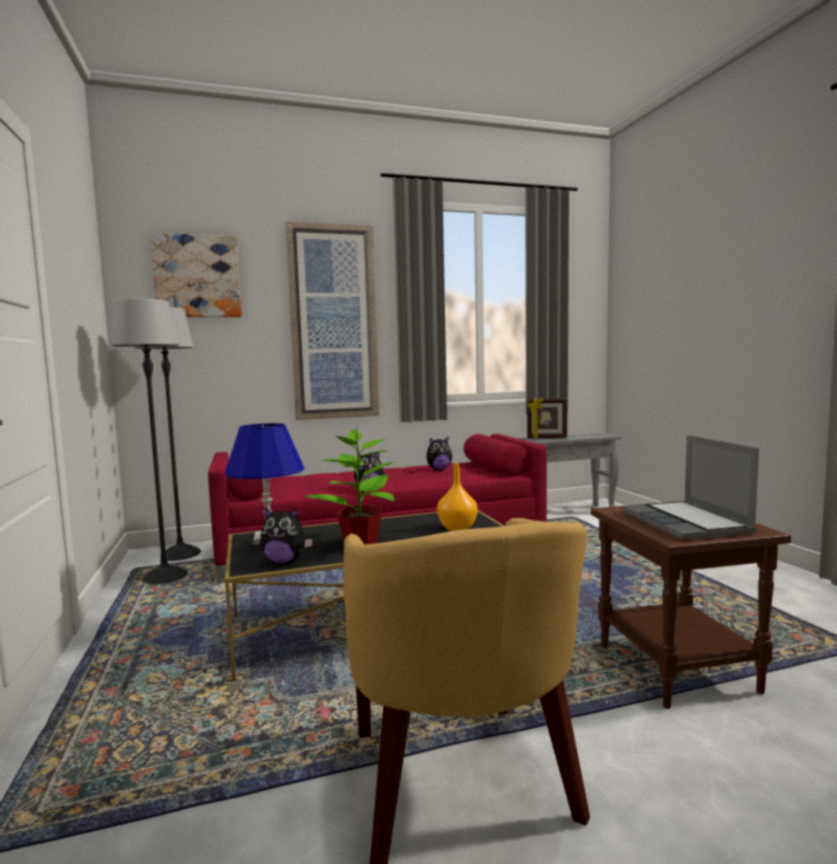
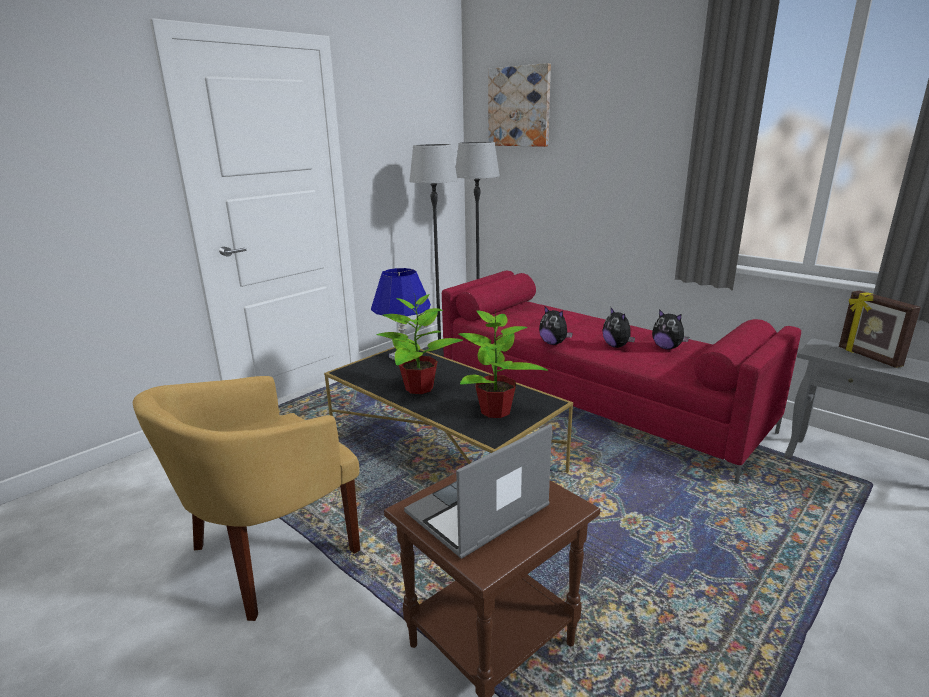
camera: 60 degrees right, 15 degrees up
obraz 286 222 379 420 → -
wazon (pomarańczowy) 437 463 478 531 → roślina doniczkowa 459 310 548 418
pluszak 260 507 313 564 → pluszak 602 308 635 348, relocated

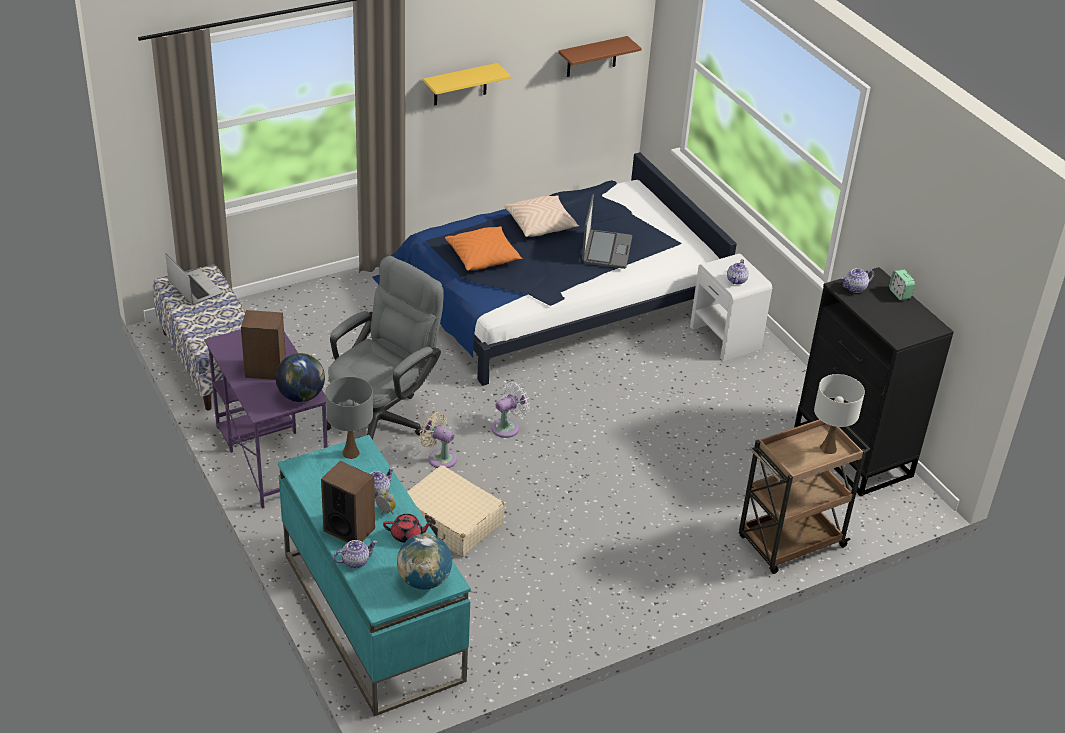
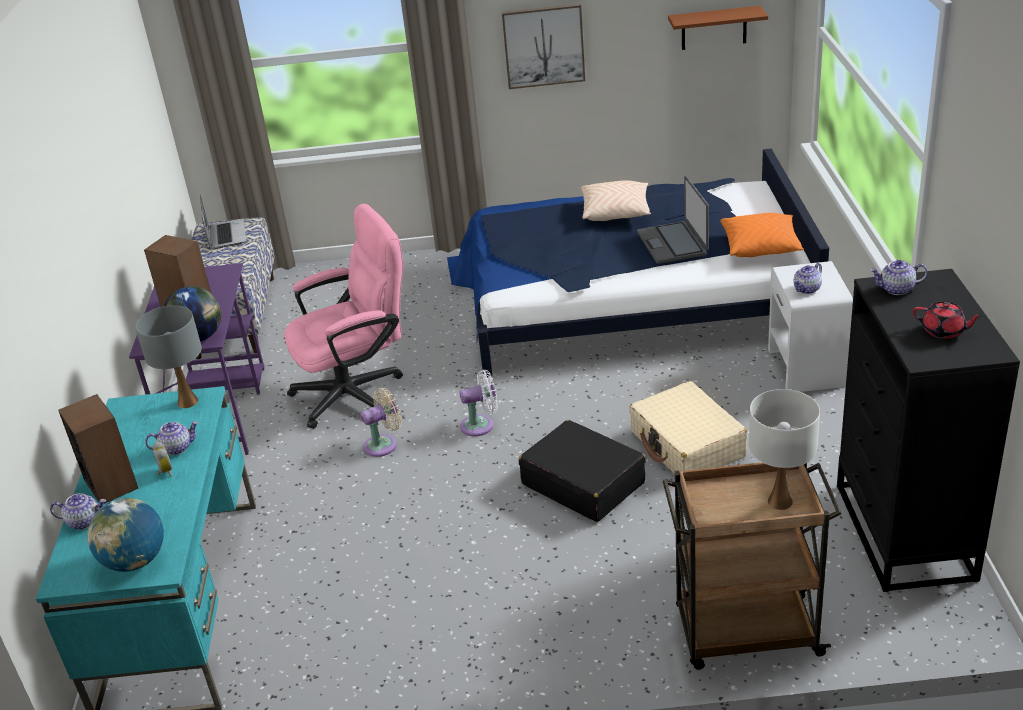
camera: 30 degrees right, 5 degrees down
półka (żółty) 423 63 511 105 → obraz 502 4 585 89
laptop 582 194 632 269 → laptop 637 176 709 264, 135 degrees clockwise
poduszka (pomarańczowy) 445 226 522 271 → poduszka (pomarańczowy) 720 213 804 257, relocated
krzesło biurowe (szary) 326 256 444 440 → krzesło biurowe (różowy) 284 204 403 429
budzik 889 269 915 300 → -
wentylator (beżowy) 419 411 457 468 → wentylator (beżowy) 360 388 402 457, 90 degrees clockwise
walizka (beżowy) 407 465 504 557 → walizka (beżowy) 629 381 748 475, relocated
imbryk (czerwony) 383 514 433 543 → imbryk (czerwony) 913 302 983 339, relocated
- → walizka (czarny) 519 420 646 522

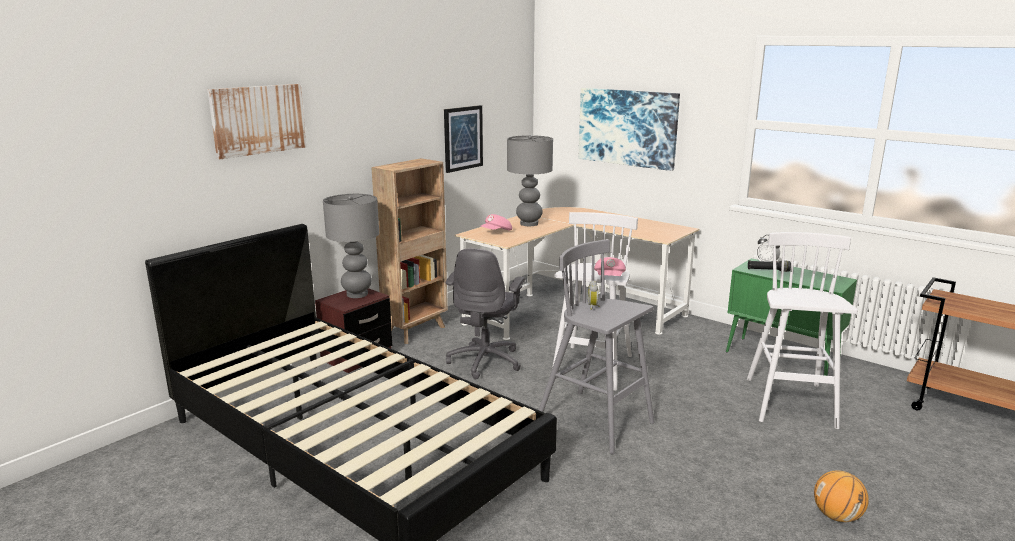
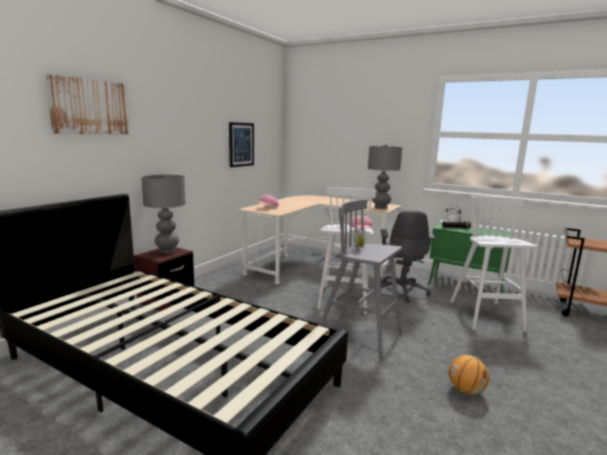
camera: 10 degrees left, 5 degrees down
obraz 579 88 680 171 → -
lampa stołowa (szary) 507 135 553 226 → lampa stołowa (szary) 368 144 402 209, relocated
regał (brązowy) 371 158 448 344 → -
krzesło biurowe (szary) 446 248 525 379 → krzesło biurowe (szary) 381 210 435 303, relocated
piłka do koszykówki 814 470 869 522 → piłka do koszykówki 449 355 489 395, relocated

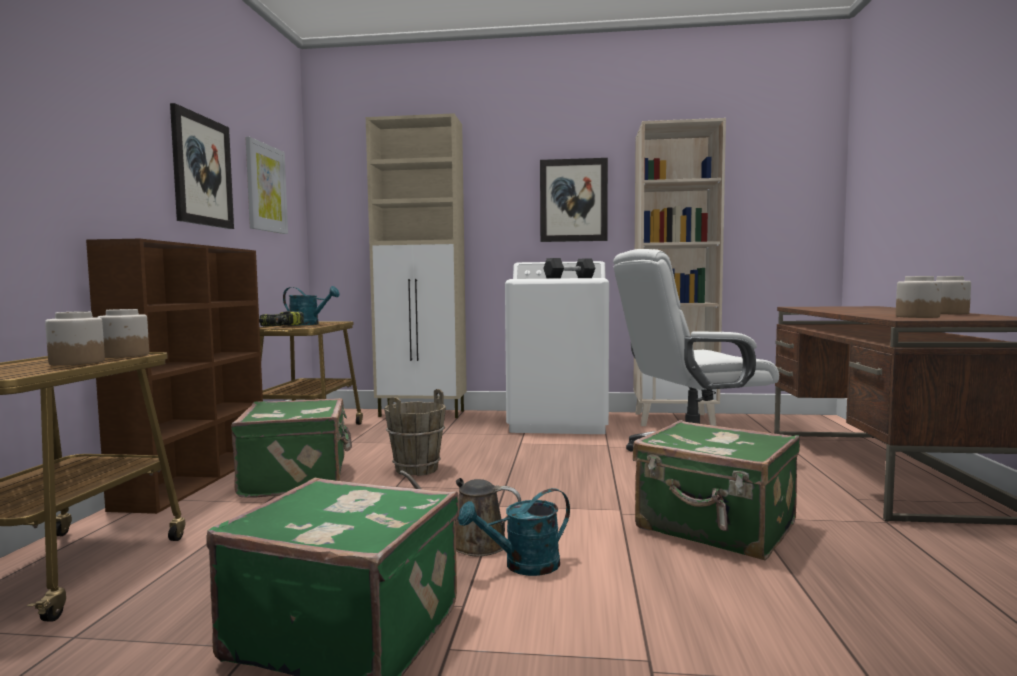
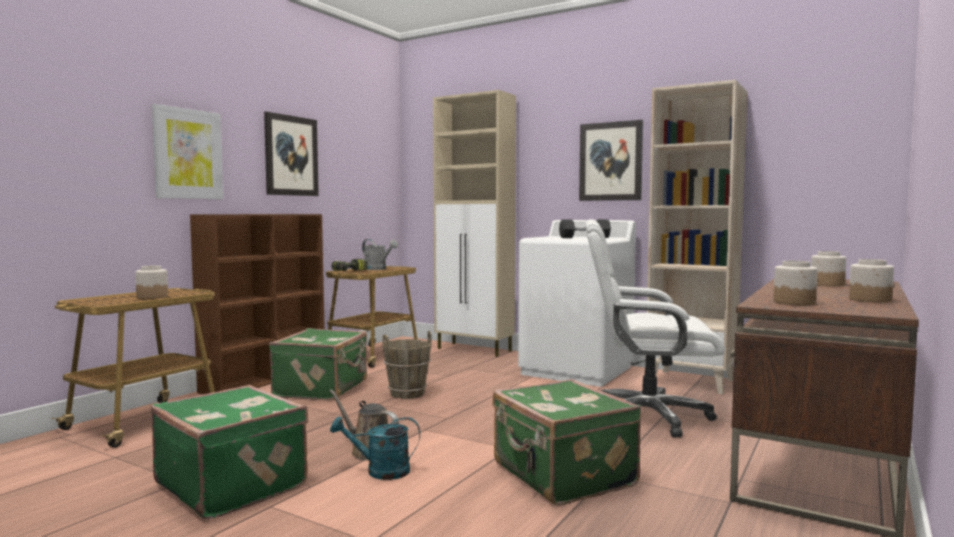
camera: 25 degrees right, 0 degrees up
obraz 246 137 288 234 → obraz 151 104 224 199, relocated
konewka (turkusowy) 283 286 340 325 → konewka (szary) 362 239 398 270
słoik 98 309 149 358 → słoik 811 251 846 287, relocated

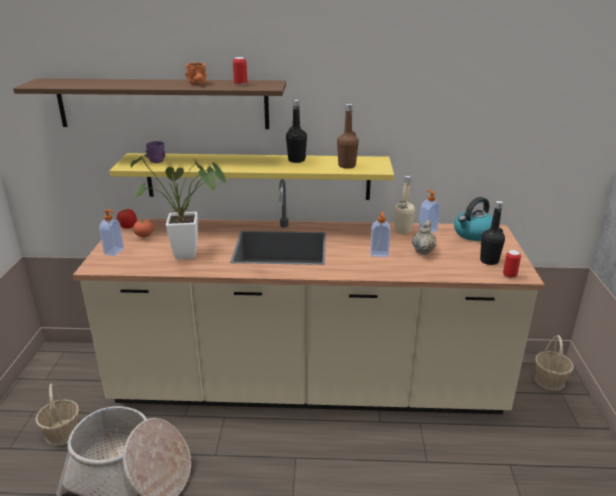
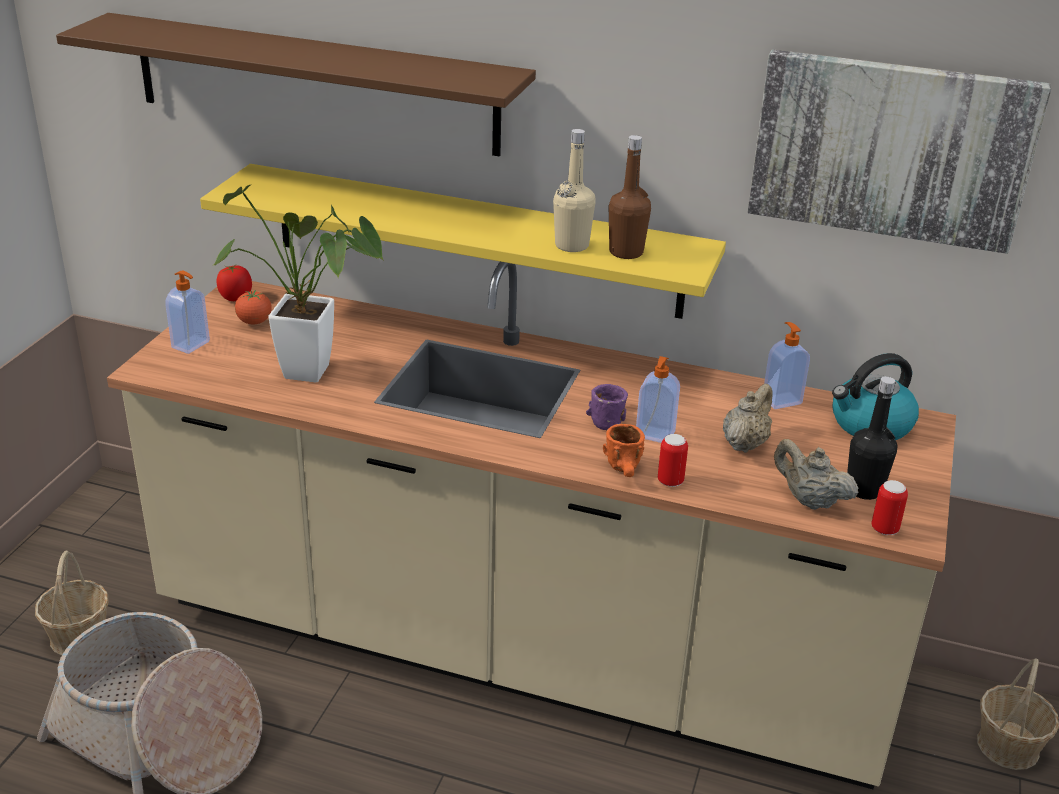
camera: 15 degrees right, 5 degrees up
puszka 233 57 247 85 → puszka 658 434 688 487, relocated
kubek (pomarańczowy) 186 62 207 85 → kubek (pomarańczowy) 603 424 645 477, relocated
butelka (czarny) 286 100 307 163 → -
kubek (fioletowy) 145 141 165 163 → kubek (fioletowy) 586 384 628 430, relocated
butelka (beżowy) 395 176 415 234 → butelka (beżowy) 553 129 596 252, relocated
- → obraz 748 49 1051 254
- → imbryk (beżowy) 774 439 859 510

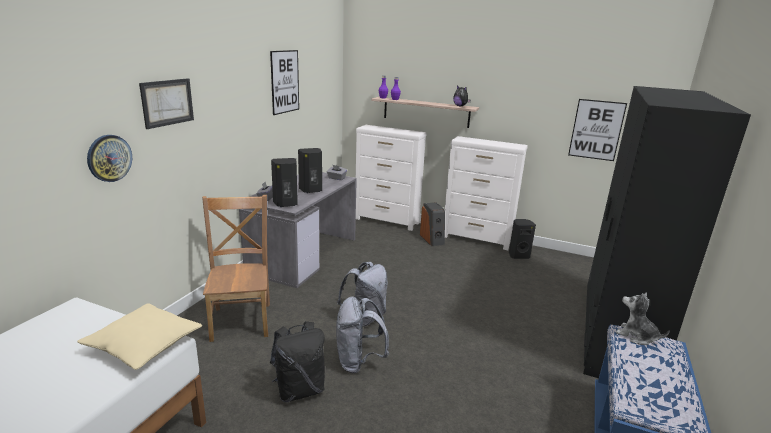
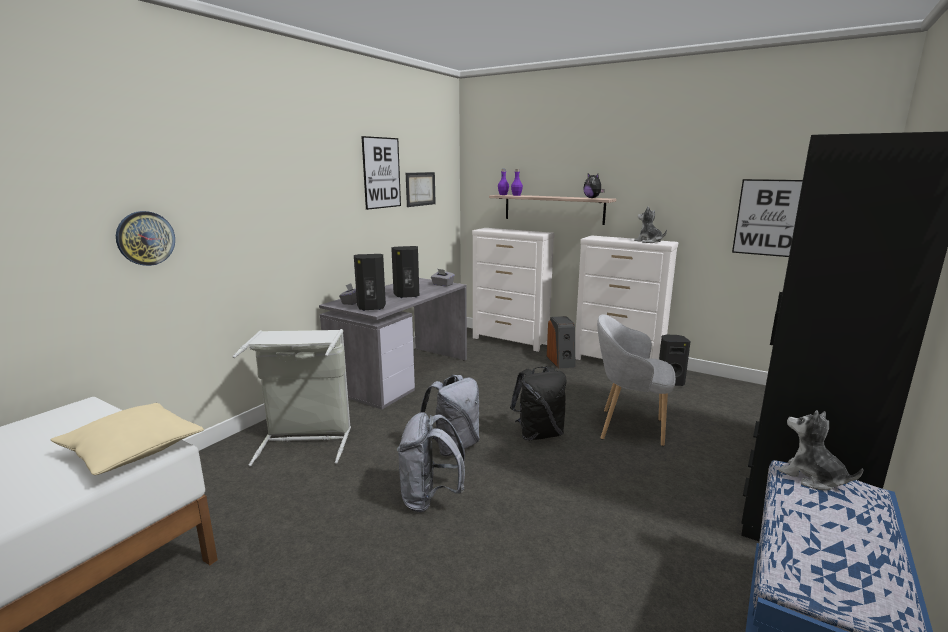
camera: 10 degrees right, 5 degrees down
obraz 139 78 194 129 → obraz 406 172 436 207, relocated
krzesło (brązowy) 202 195 270 342 → kosz na pranie (szary) 233 329 351 466
plecak (czarny) 270 321 325 402 → plecak (czarny) 510 366 567 440, relocated
- → pluszak 634 206 667 243
- → fotel (szary) 597 314 676 446

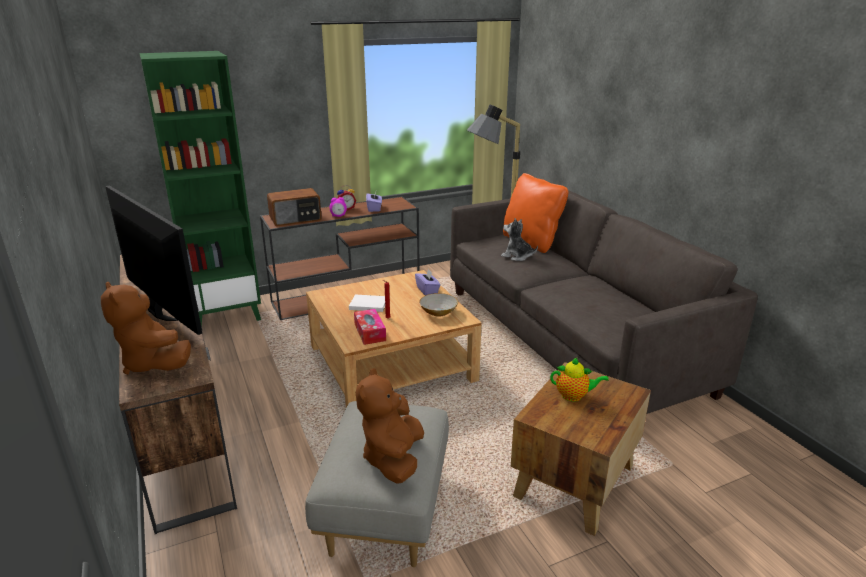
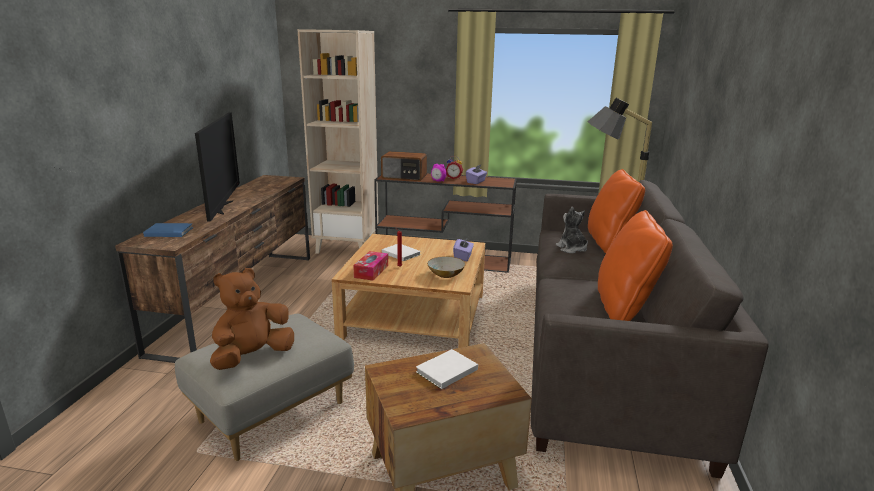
camera: 35 degrees right, 5 degrees down
regał (zielony) 139 51 261 326 → regał (beżowy) 297 29 379 254
pluszak (brązowy) 101 281 191 374 → książka (niebieski) 143 223 193 237
imbryk 550 358 609 401 → książka (biały) 416 349 478 389
- → poduszka (pomarańczowy) 598 210 673 321

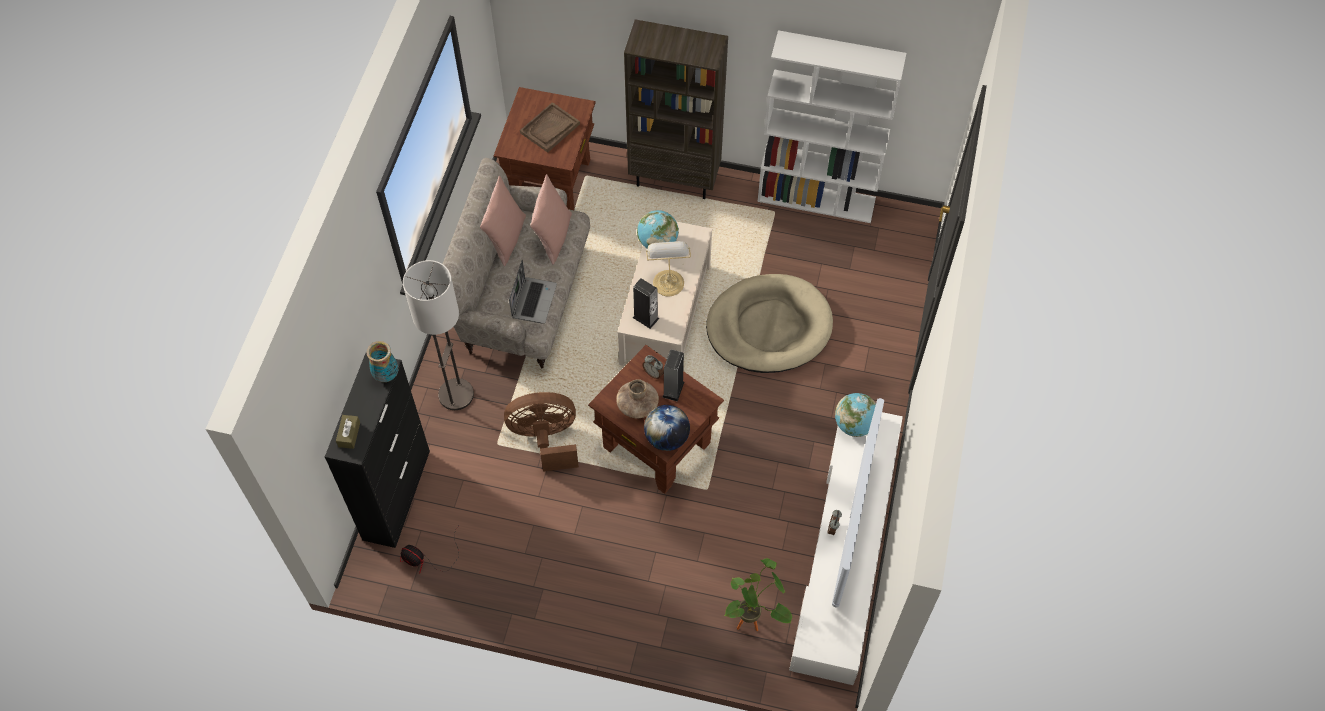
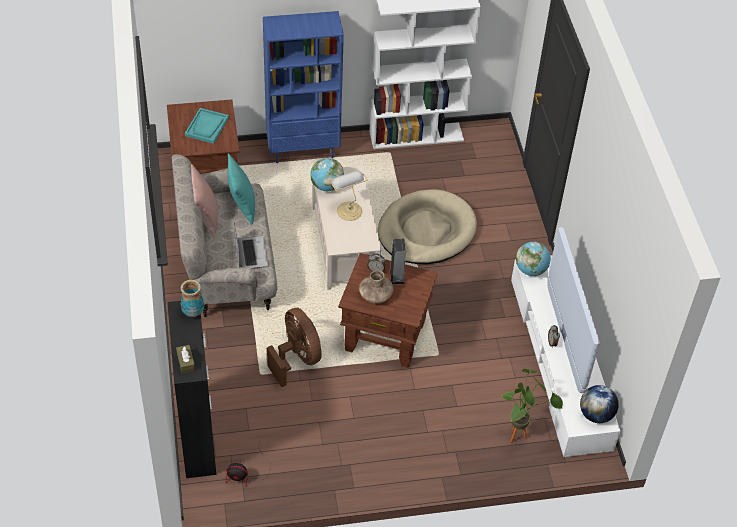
camera: 25 degrees left, 10 degrees down
regał (brązowy) 624 19 728 199 → regał (niebieski) 263 11 344 163
taca (brązowy) 520 102 580 153 → taca (turkusowy) 185 108 229 144
poduszka (różowy) 530 174 572 264 → poduszka (turkusowy) 228 153 255 224
lampa stojąca 403 260 474 410 → -
głośnik 633 278 659 329 → -
wentylator (brązowy) 504 392 579 472 → wentylator (brązowy) 267 308 322 387, 90 degrees clockwise
globus 644 405 690 451 → globus 580 385 619 423, relocated

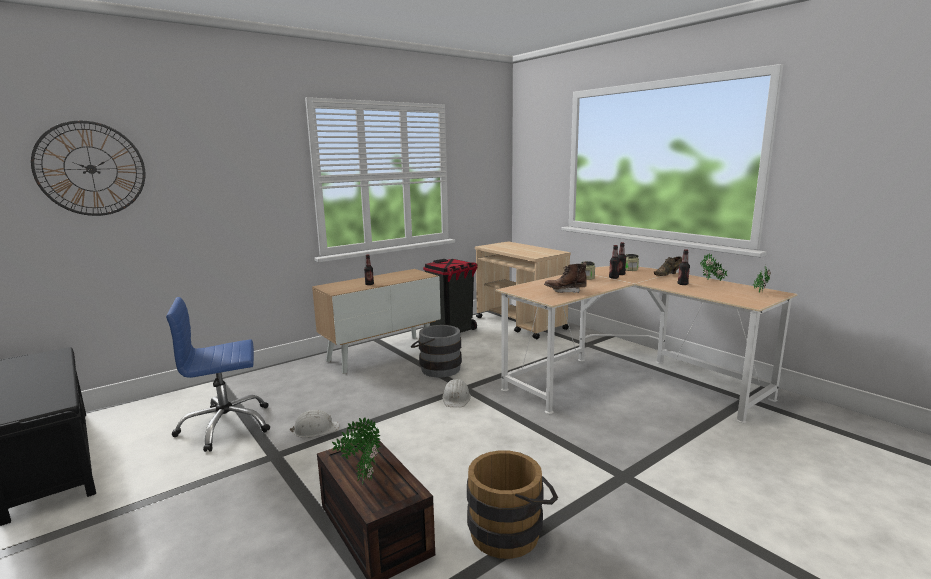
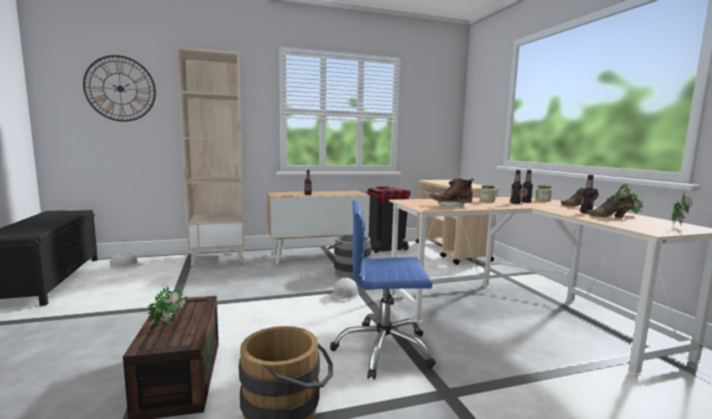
camera: 20 degrees right, 5 degrees down
krzesło biurowe (niebieski) 166 297 270 452 → krzesło biurowe (niebieski) 330 201 436 380, relocated
kask (biały) 289 410 340 438 → kask (biały) 110 252 143 268, relocated
roślina doniczkowa 332 418 381 459 → -
- → regał (beżowy) 177 47 245 266
- → but (brązowy) 587 195 634 218

